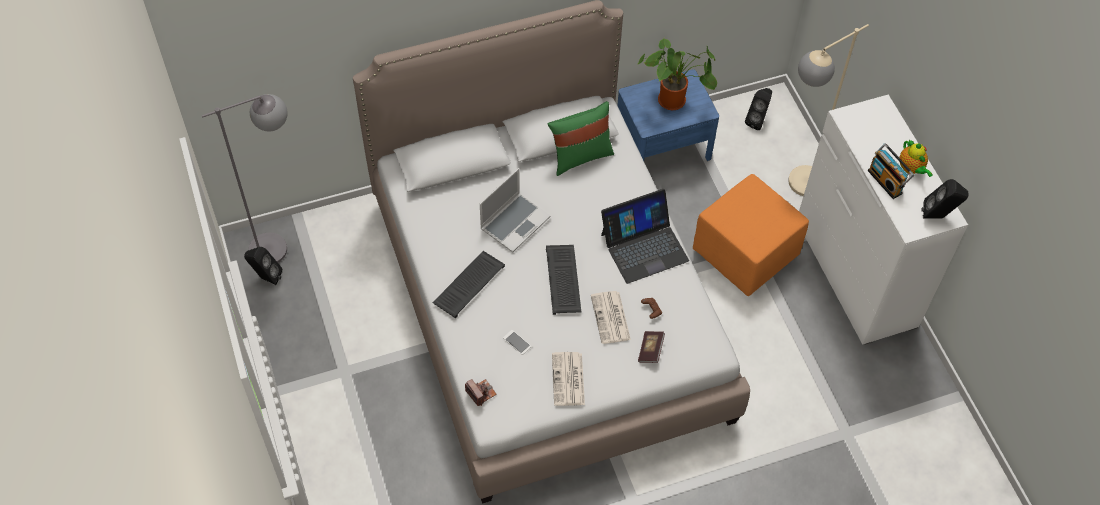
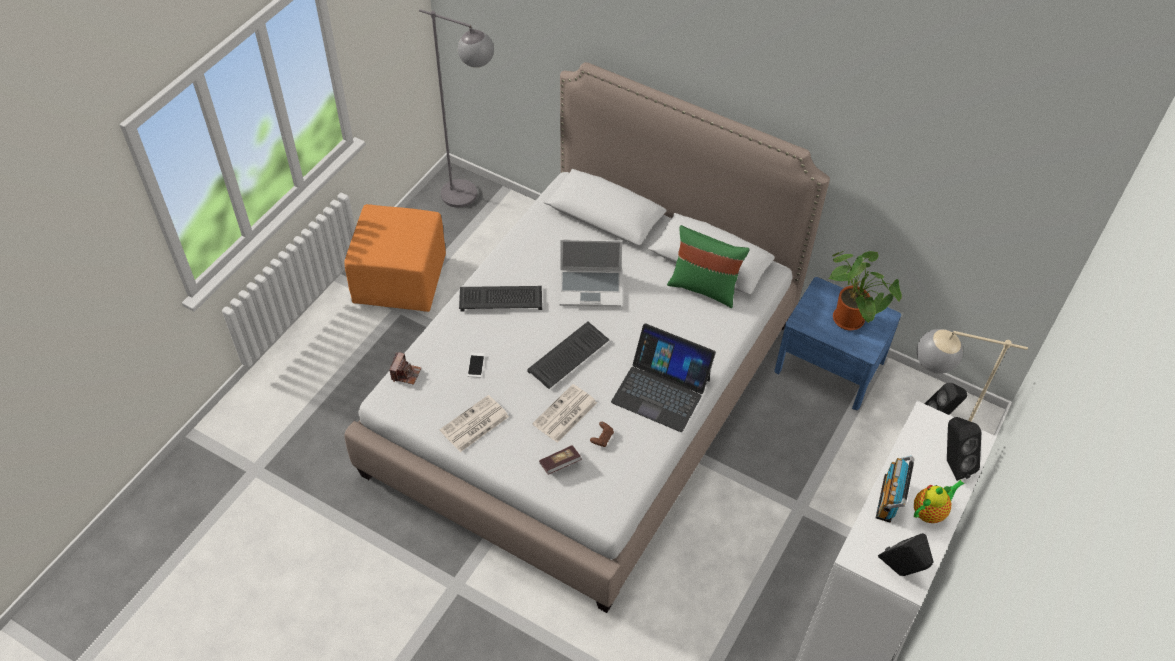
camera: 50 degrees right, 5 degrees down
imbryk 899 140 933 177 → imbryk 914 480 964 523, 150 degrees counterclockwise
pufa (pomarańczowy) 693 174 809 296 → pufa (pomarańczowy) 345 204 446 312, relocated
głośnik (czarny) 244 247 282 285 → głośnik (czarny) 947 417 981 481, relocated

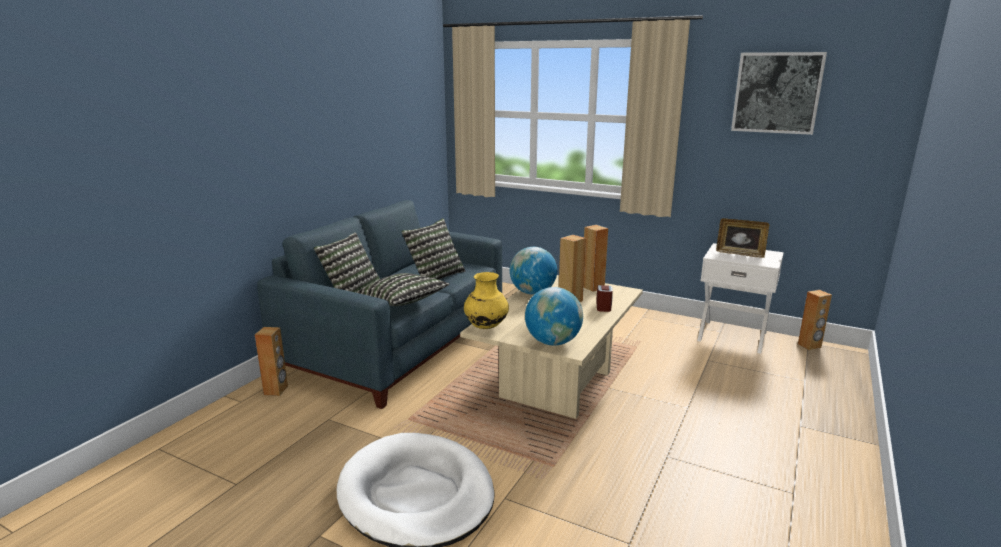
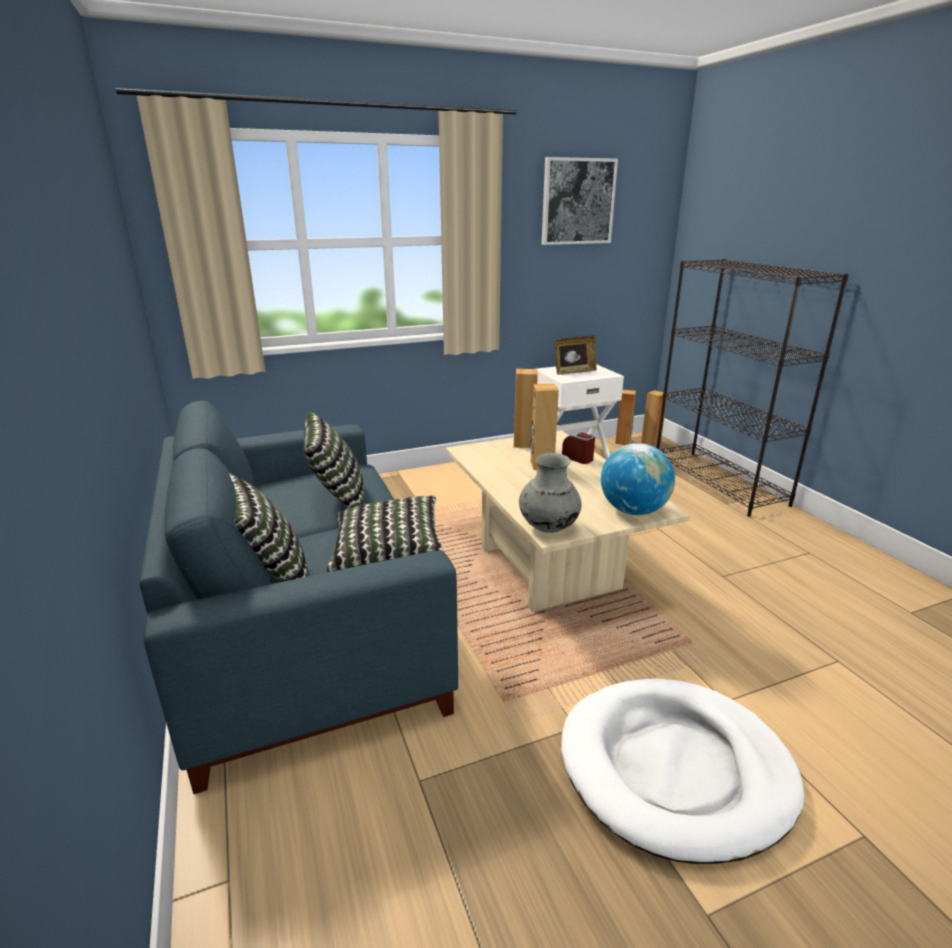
camera: 50 degrees left, 5 degrees up
globus 510 247 557 295 → -
wazon (żółty) 464 272 509 329 → wazon (szary) 519 453 582 533
głośnik (brązowy) 255 327 288 396 → głośnik (brązowy) 641 390 668 447, relocated
- → regał (czarny) 656 259 849 517

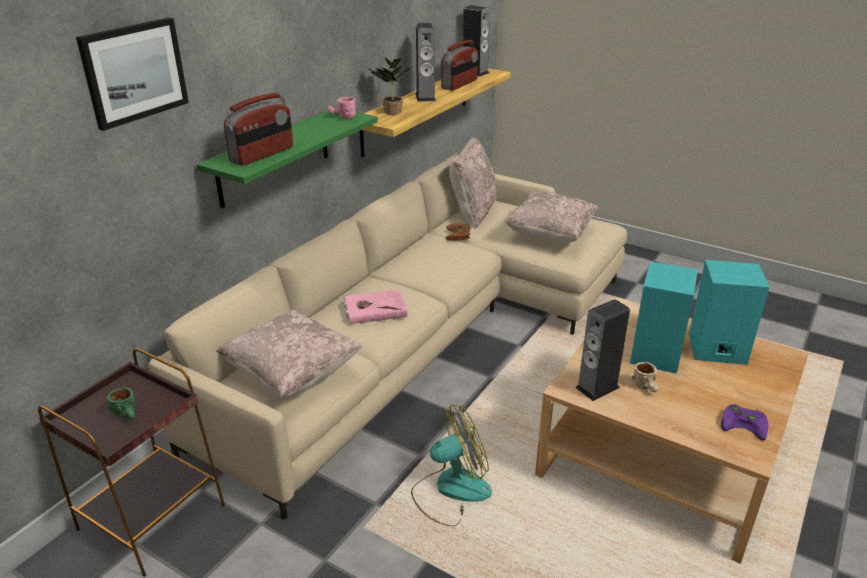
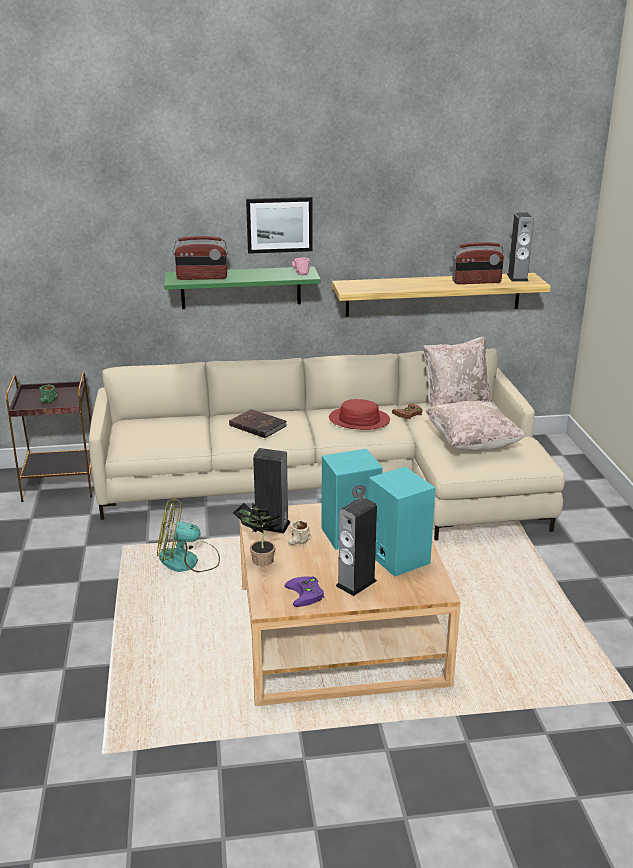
camera: 50 degrees right, 5 degrees down
obraz 76 17 189 131 → obraz 246 197 313 254, relocated
głośnik 415 23 436 102 → głośnik 336 497 377 596, relocated
roślina doniczkowa 368 58 411 115 → roślina doniczkowa 233 503 281 566, relocated
książka (różowy) 343 290 407 324 → książka (brązowy) 229 409 287 438
poduszka (beżowy) 216 309 363 398 → -
wentylator 411 404 492 526 → wentylator 157 498 220 573, 150 degrees clockwise
- → kapelusz (czerwony) 329 399 390 430

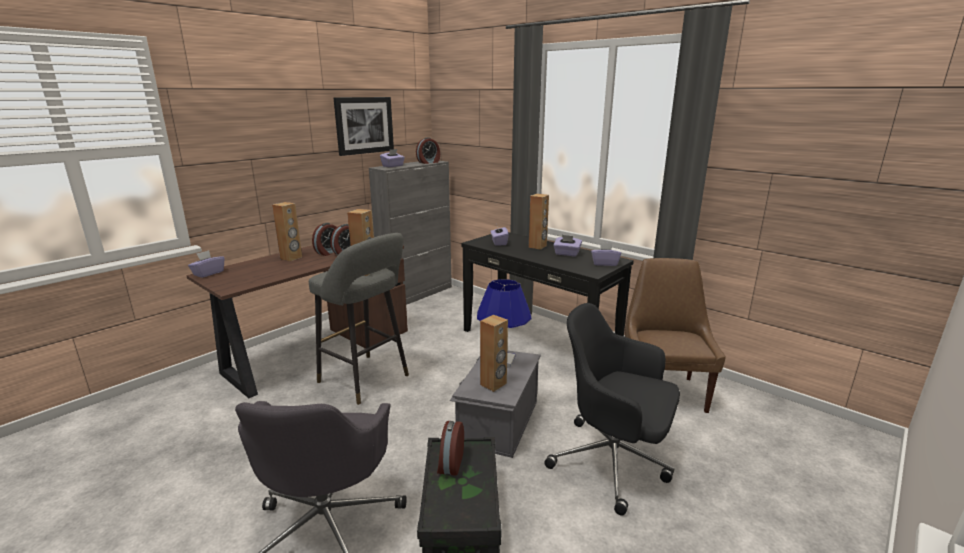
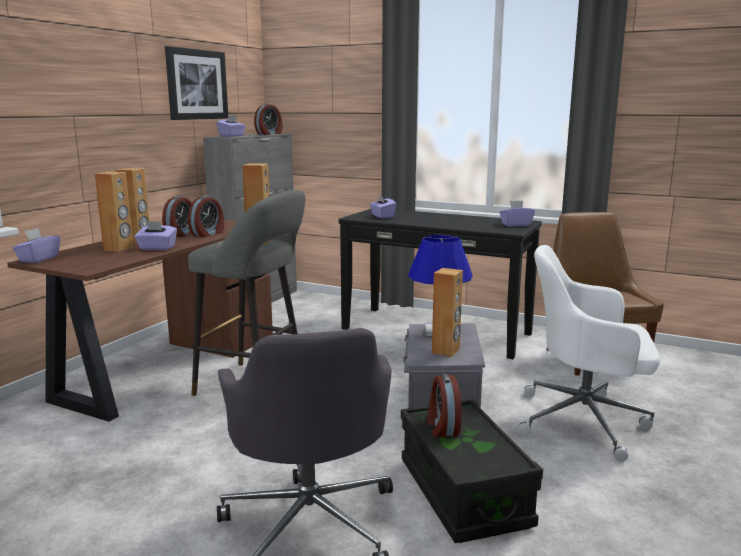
camera: 15 degrees left, 5 degrees down
głośnik (brązowy) 529 194 549 250 → głośnik (brązowy) 95 172 133 252, relocated
pudełko chusteczek (fioletowy) 553 235 582 256 → pudełko chusteczek (fioletowy) 134 221 177 250, relocated
krzesło biurowe (czarny) 544 303 680 515 → krzesło biurowe (biały) 519 245 660 462

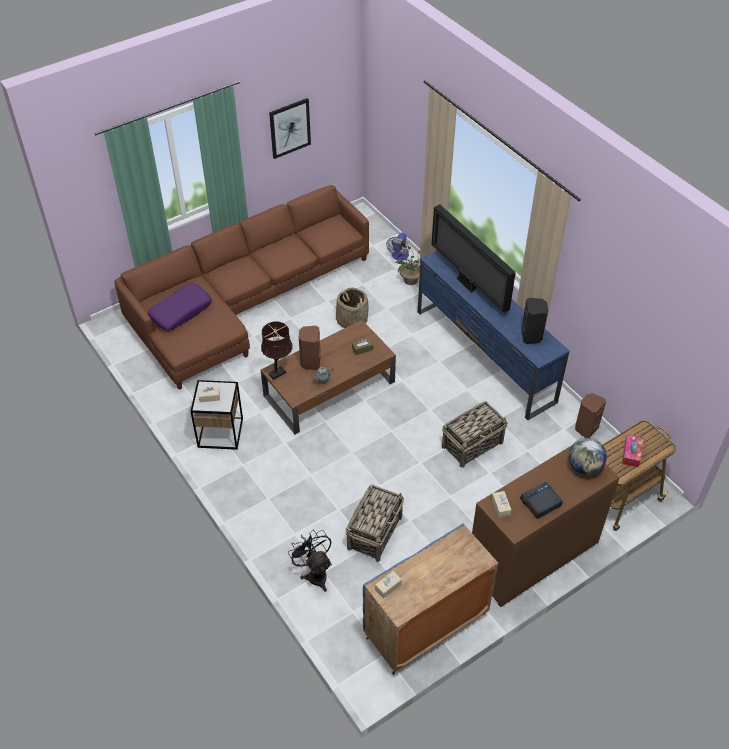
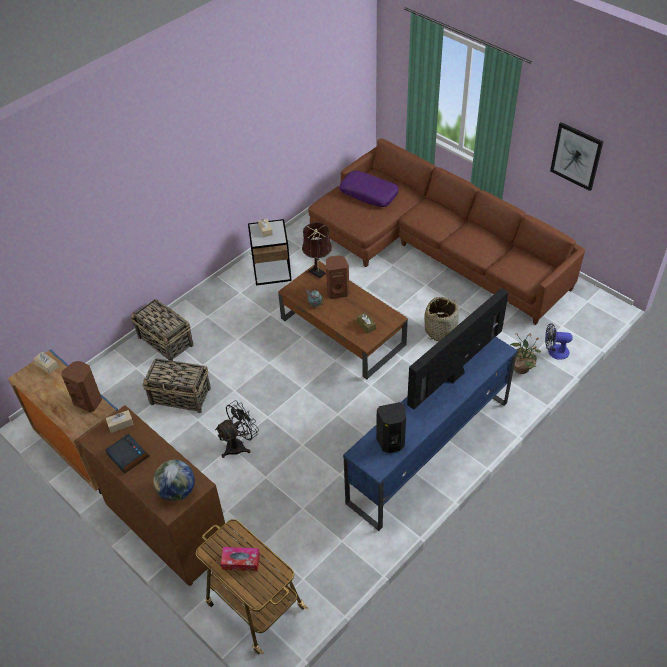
camera: 80 degrees right, 0 degrees up
głośnik (brązowy) 575 393 606 438 → głośnik (brązowy) 61 361 102 412, relocated
koszyk 442 401 508 468 → koszyk 131 299 194 361, relocated
wentylator (czarny) 288 530 332 592 → wentylator (czarny) 215 401 259 458, relocated

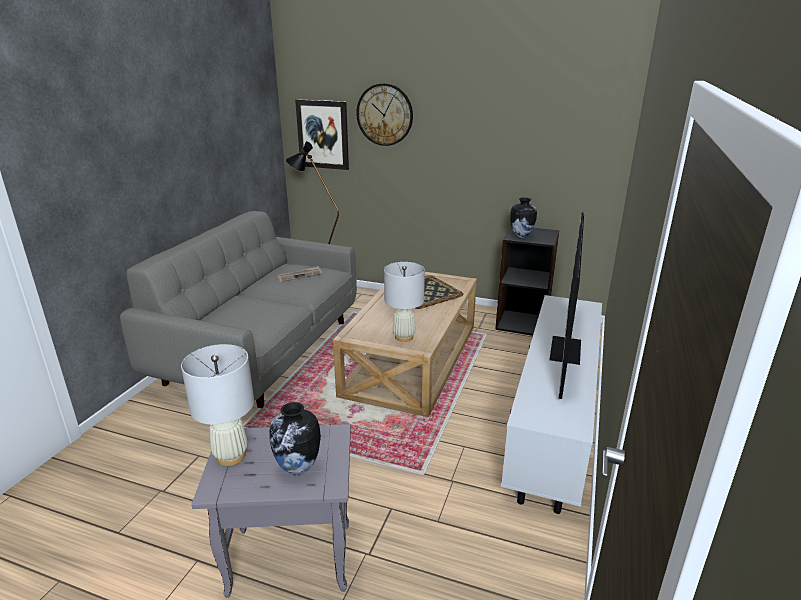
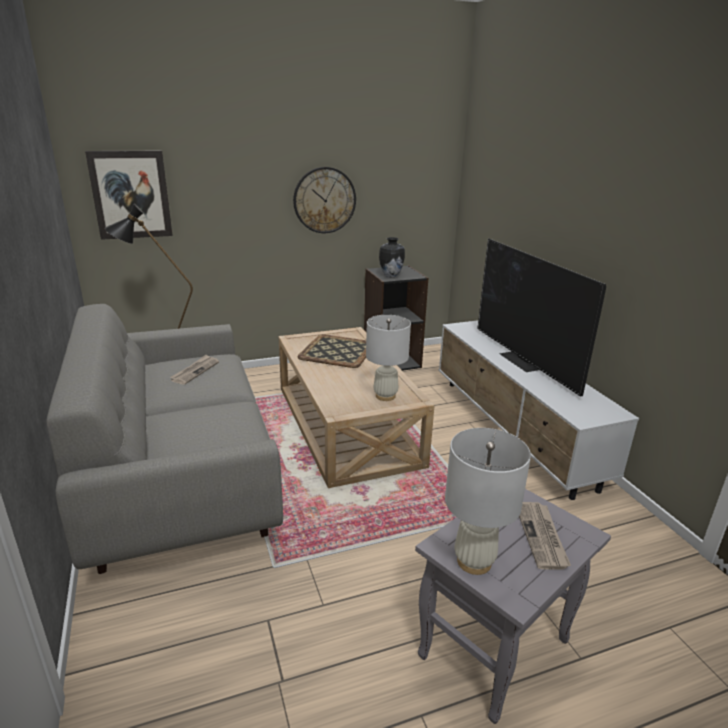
camera: 40 degrees left, 0 degrees up
zegar ścienny 356 83 413 146 → zegar ścienny 293 167 356 233, relocated
wazon 269 402 321 475 → gazeta 519 502 571 570

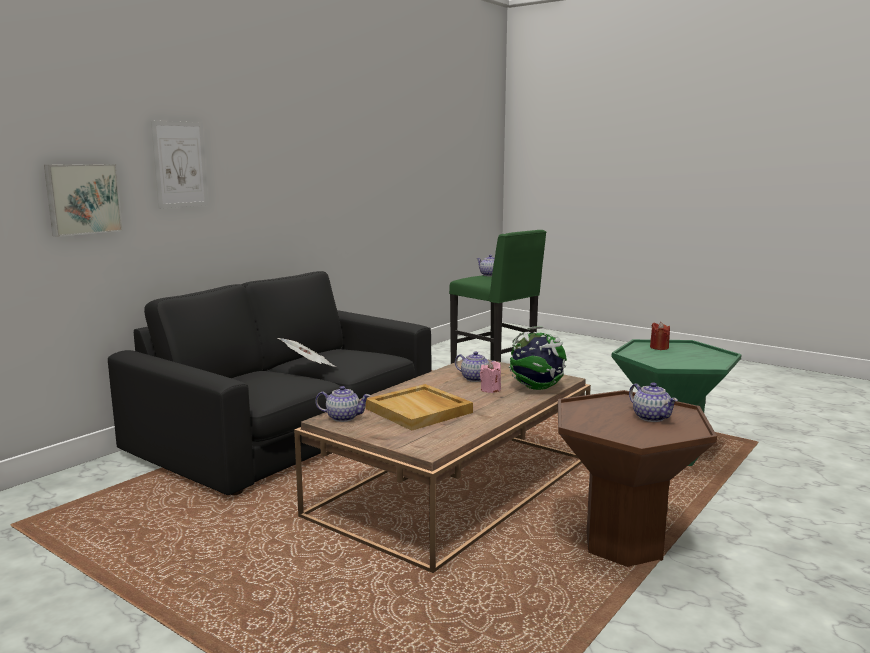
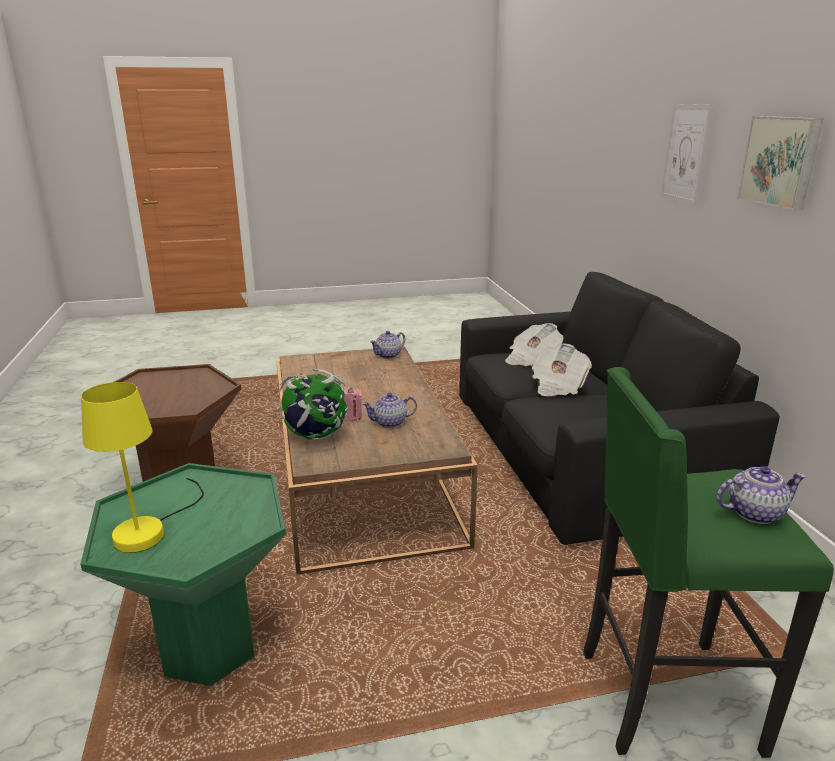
camera: 130 degrees right, 10 degrees up
obraz 44 164 123 237 → obraz 737 116 823 210, relocated
świeca (czerwony) 650 322 670 350 → -
imbryk 629 382 678 422 → -
taca (beżowy) 366 384 473 431 → -
- → gazeta 505 323 563 366
- → lampa stołowa (żółty) 81 382 204 553

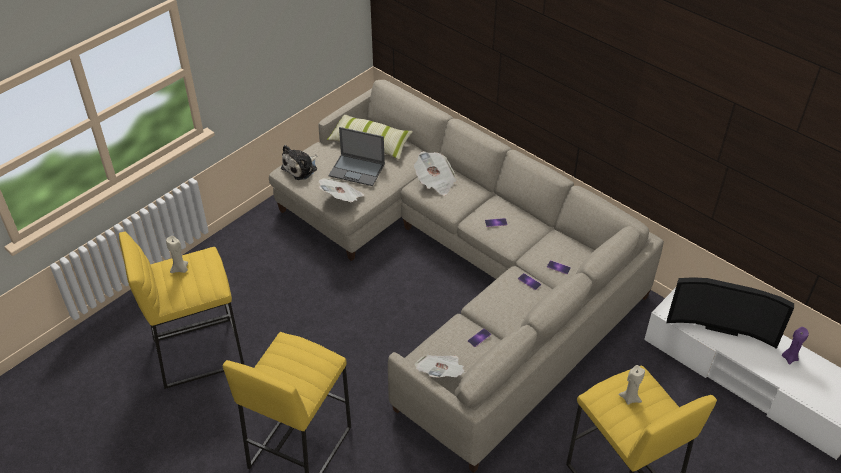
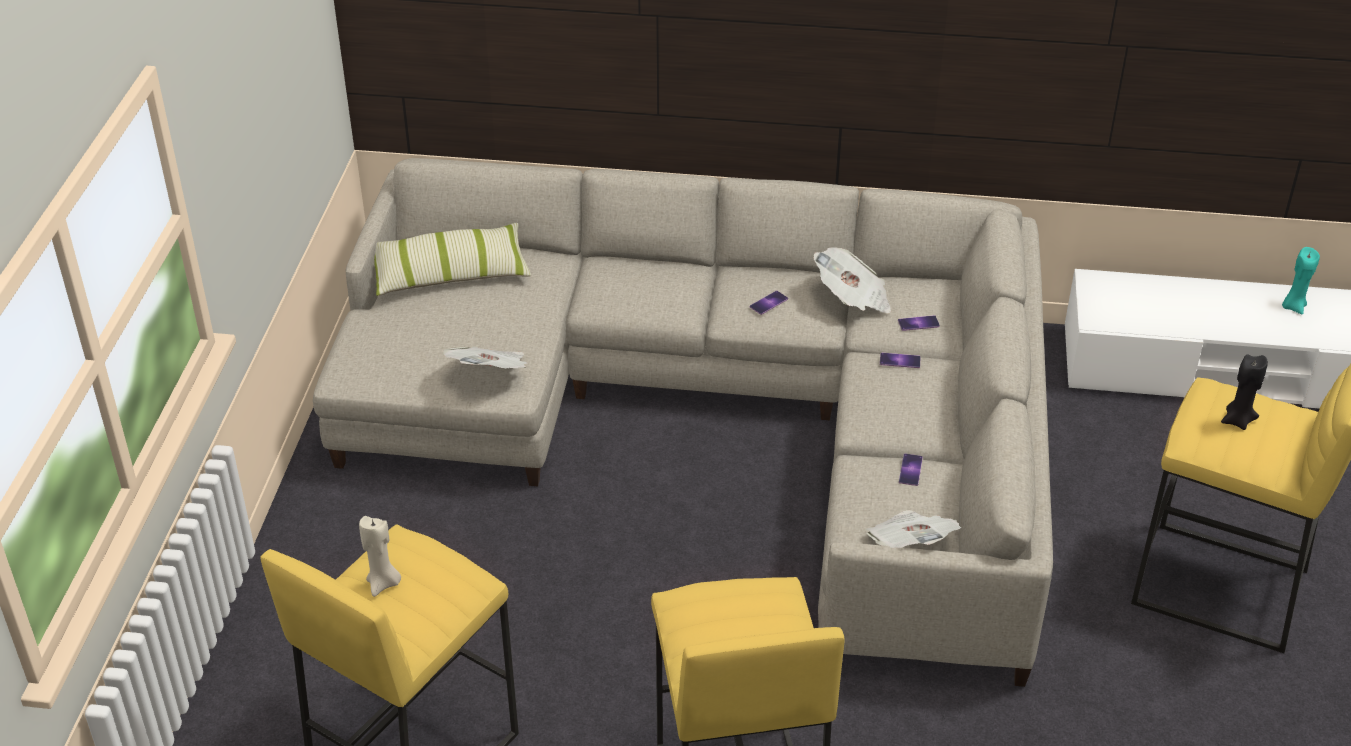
camera: 35 degrees left, 5 degrees down
laptop 329 127 385 186 → -
pluszak 281 145 317 180 → -
gazeta 414 151 457 196 → gazeta 814 247 891 313, relocated
telewizor 666 277 794 349 → -
świeca (fioletowy) 782 327 809 365 → świeca (turkusowy) 1282 247 1320 315
świeca (beżowy) 618 365 645 405 → świeca (czarny) 1221 355 1268 430

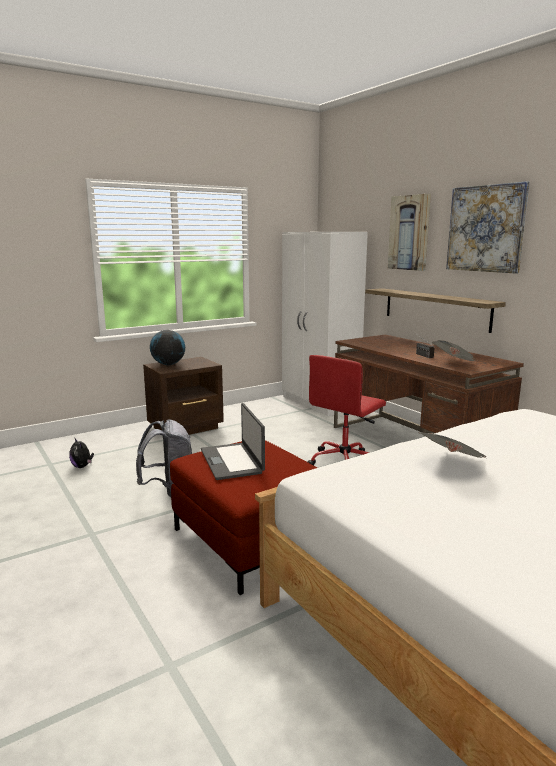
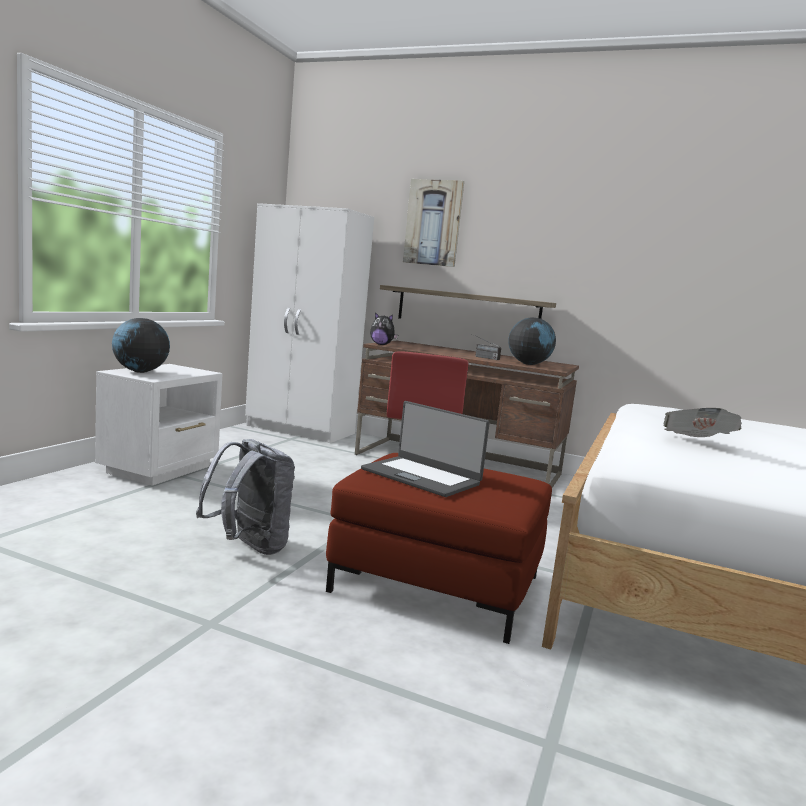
camera: 35 degrees left, 5 degrees down
obraz 446 181 530 274 → -
gazeta 432 340 475 361 → globus 508 317 556 365
szafka nocna (brązowy) 143 357 224 435 → szafka nocna (biały) 95 364 222 486
pluszak 69 437 94 468 → pluszak 370 312 398 345, relocated

